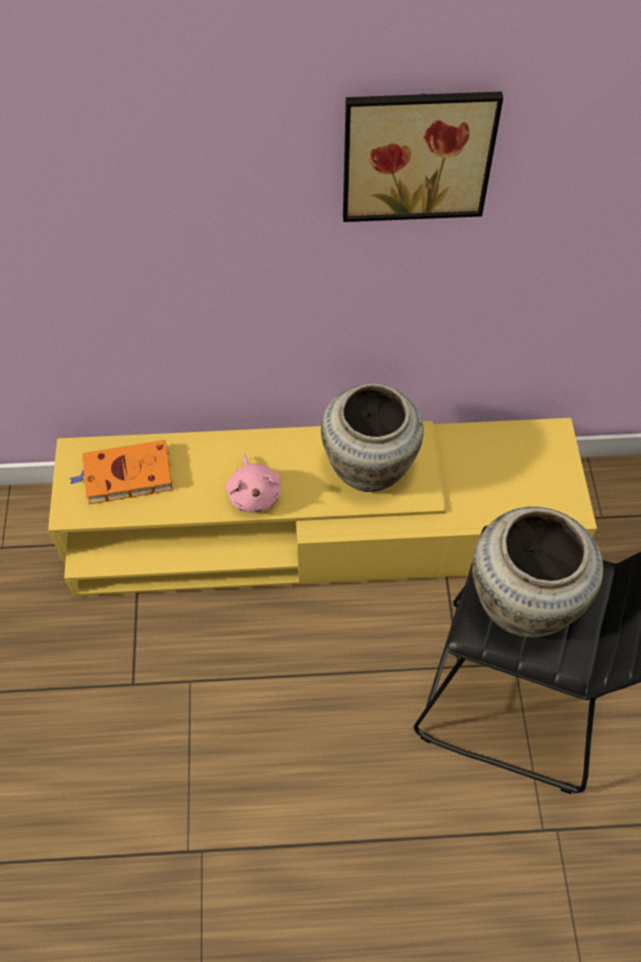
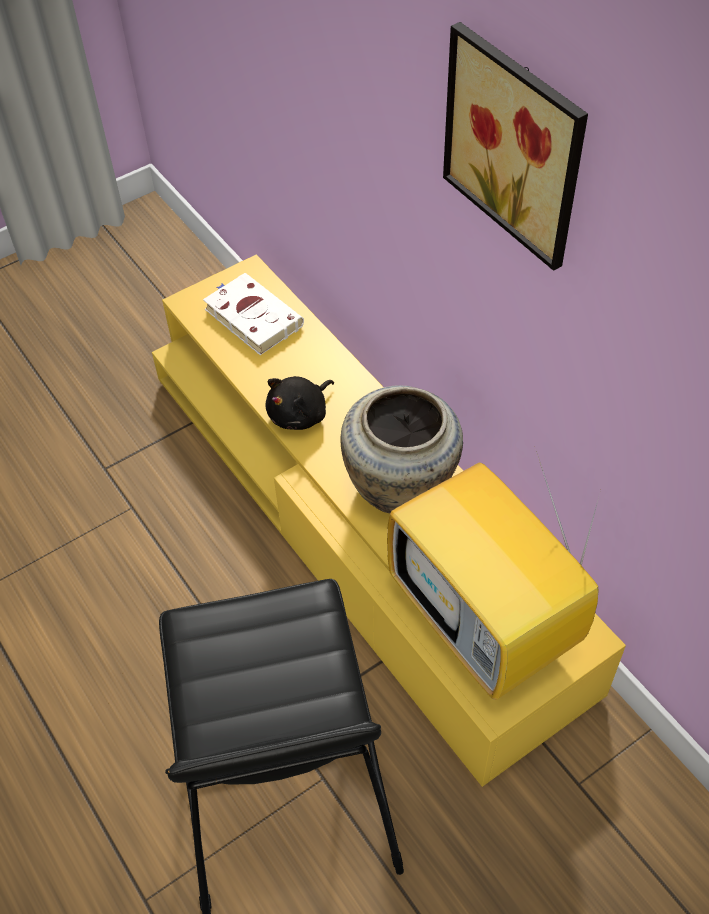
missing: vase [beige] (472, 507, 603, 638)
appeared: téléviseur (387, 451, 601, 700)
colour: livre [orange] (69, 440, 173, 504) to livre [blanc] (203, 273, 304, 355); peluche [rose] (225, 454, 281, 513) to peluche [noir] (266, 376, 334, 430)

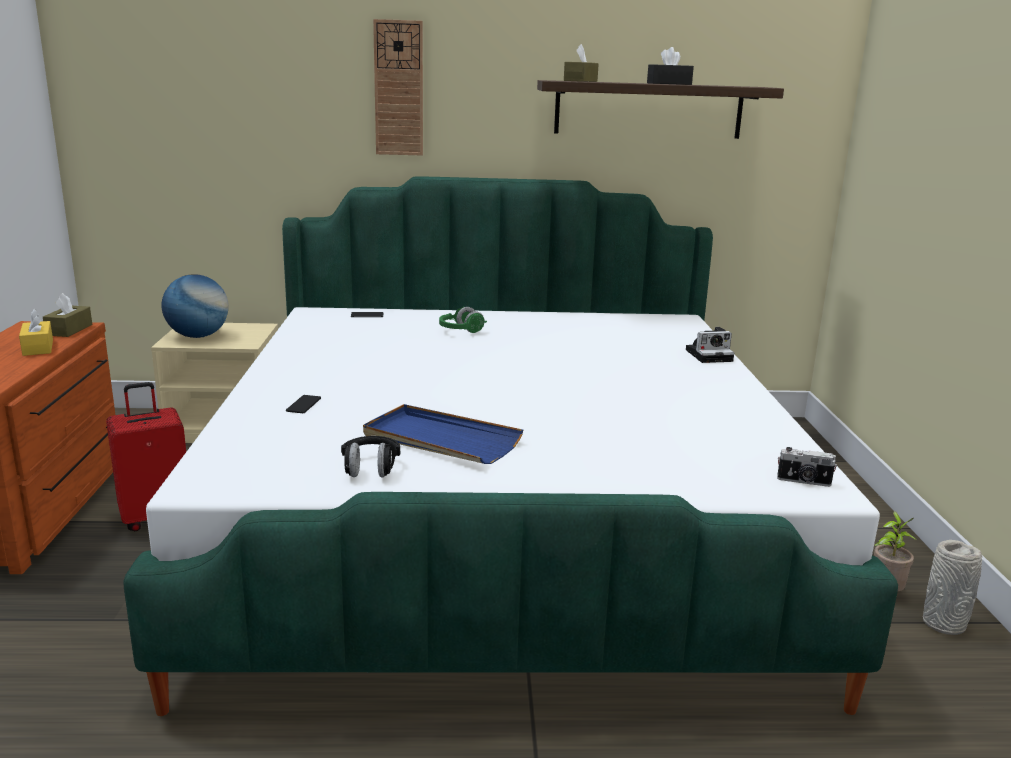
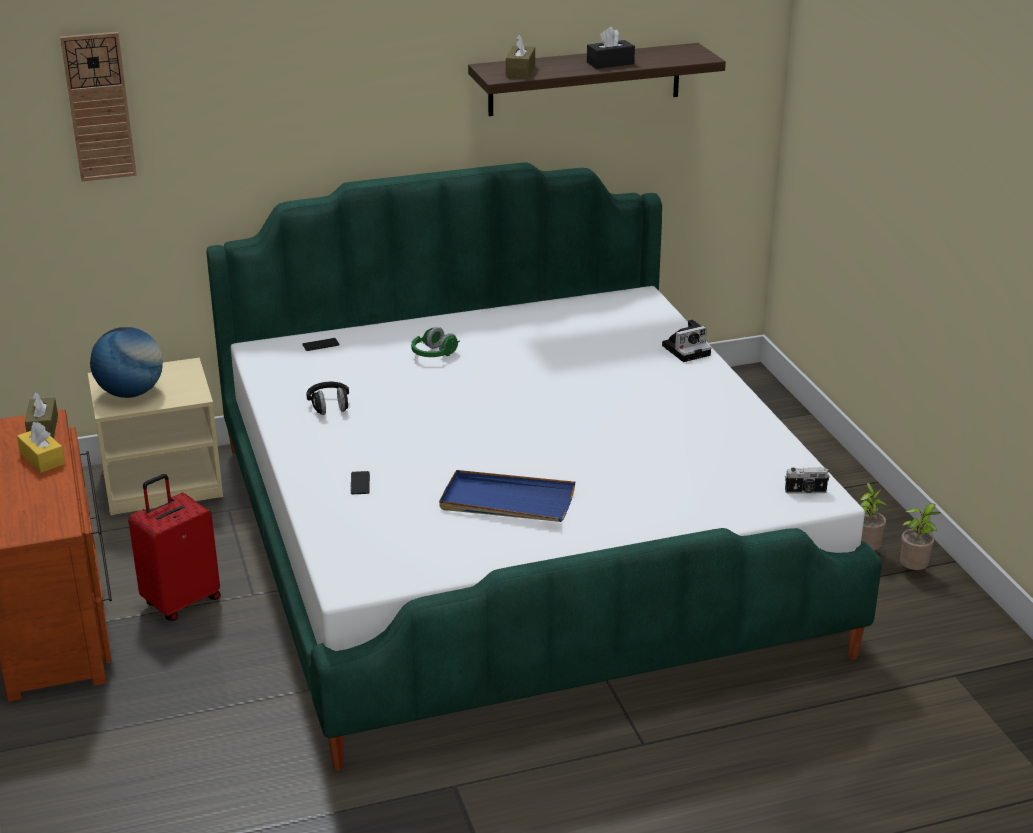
relocated: casque audio [noir] (341, 436, 400, 477) to (306, 382, 349, 415); horloge murale (373, 19, 423, 156) to (60, 32, 137, 181)
exchanged: vase [gris] (923, 540, 983, 635) to plante en pot (900, 503, 941, 570)

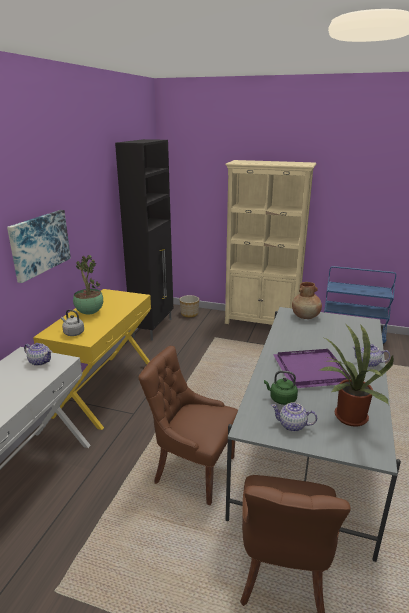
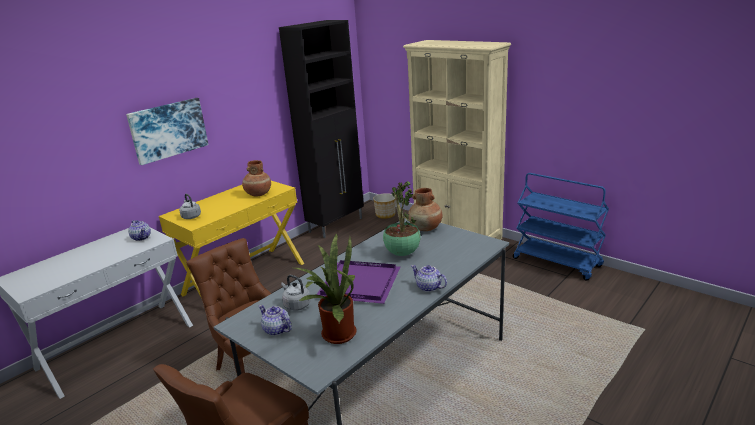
appeared: vase [marron] (242, 160, 271, 196)
relocated: plante en pot (73, 255, 103, 315) to (383, 181, 421, 256)
colour: bouilloire [vert] (264, 371, 298, 405) to bouilloire [gris] (281, 275, 311, 311)

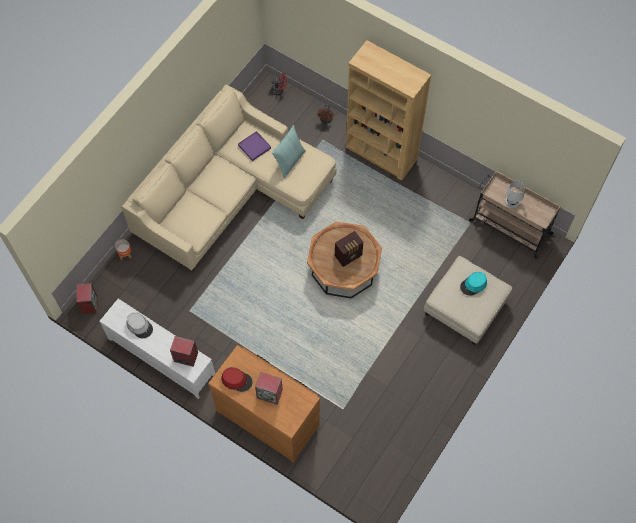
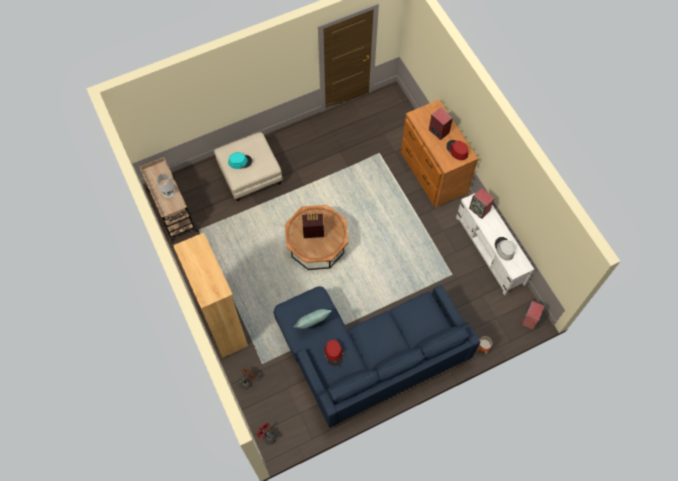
exchanged: plateau [violet] (238, 131, 271, 161) to chapeau [rouge] (324, 340, 343, 367)
colour: canapé [beige] (121, 84, 336, 272) to canapé [bleu] (274, 284, 480, 428)

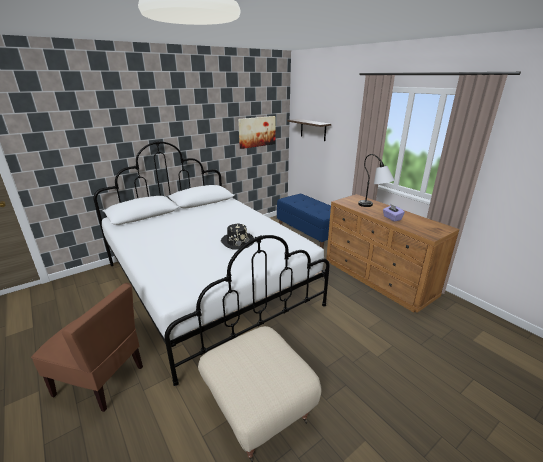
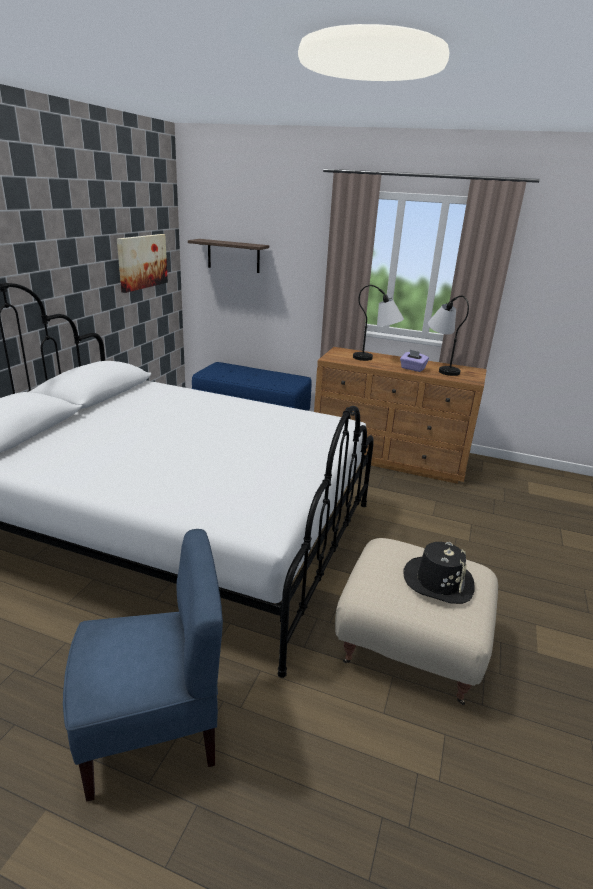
appeared: lampe de table (428, 296, 469, 376)
relocated: chapeau [noir] (221, 224, 254, 250) to (403, 542, 475, 604)
colour: chaise [marron] (31, 283, 143, 412) to chaise [bleu] (63, 529, 223, 802)

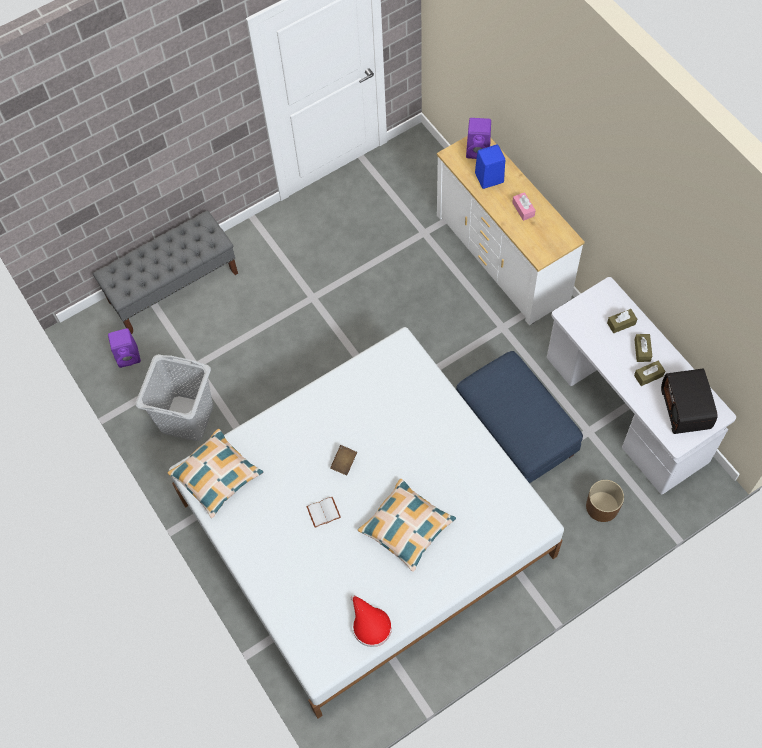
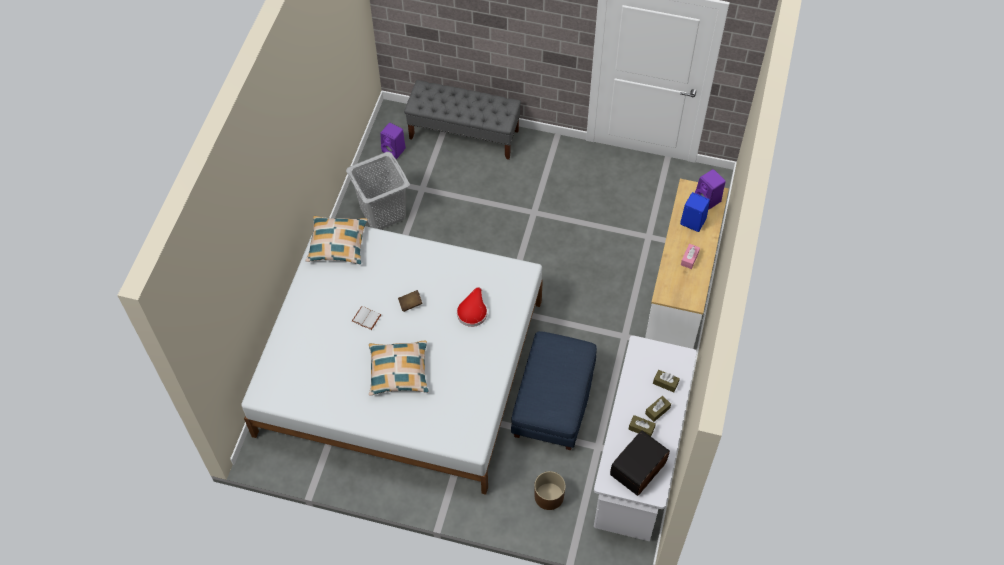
relocated: chapeau [rouge] (351, 595, 392, 647) to (457, 287, 487, 327)

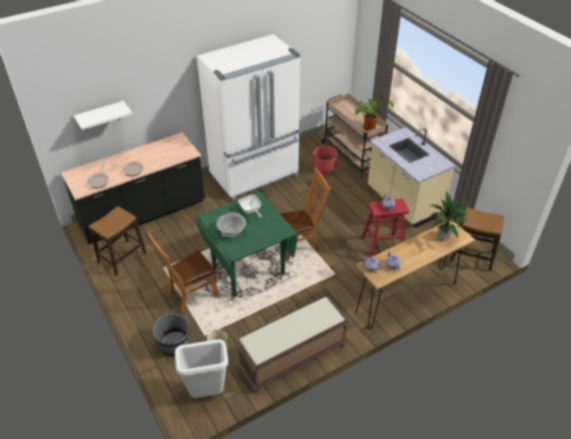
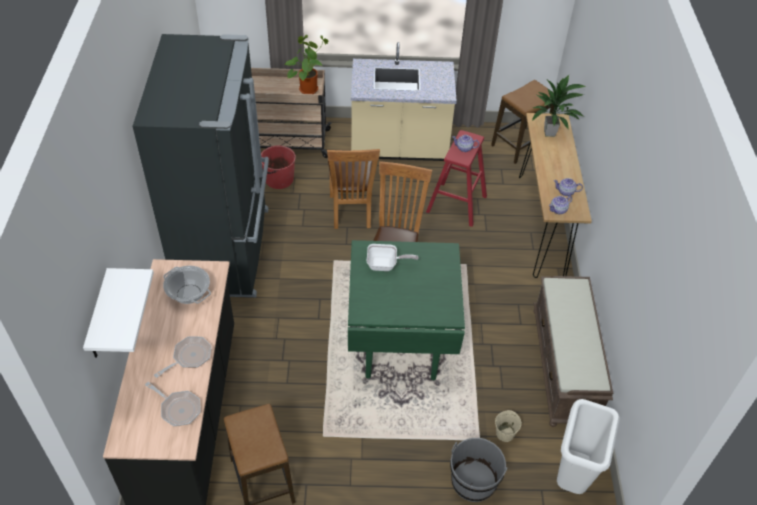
relocated: chaise [marron] (148, 232, 218, 312) to (327, 149, 380, 229); marmite (216, 212, 246, 237) to (163, 266, 211, 304)
colour: réfrigérateur [blanc] (197, 34, 300, 201) to réfrigérateur [noir] (133, 34, 269, 297)

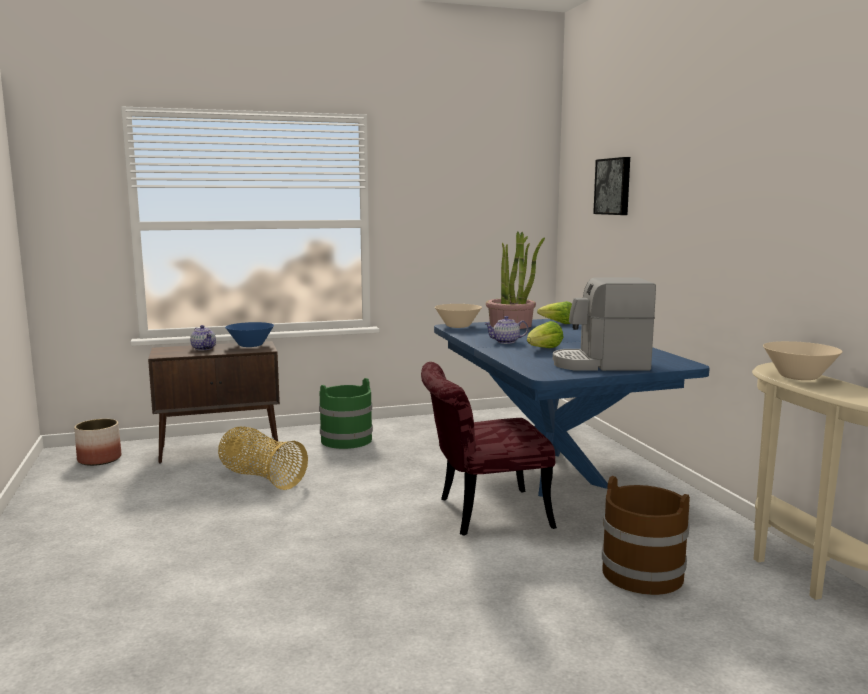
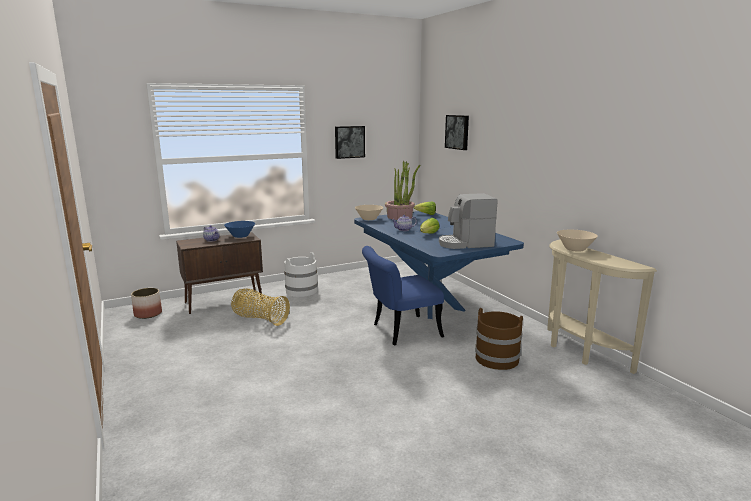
appeared: tableau (335, 126, 365, 159)
colour: seau [vert] (319, 378, 373, 449) to seau [blanc] (284, 252, 318, 297); chaise [rouge] (421, 362, 557, 536) to chaise [bleu] (362, 246, 444, 345)

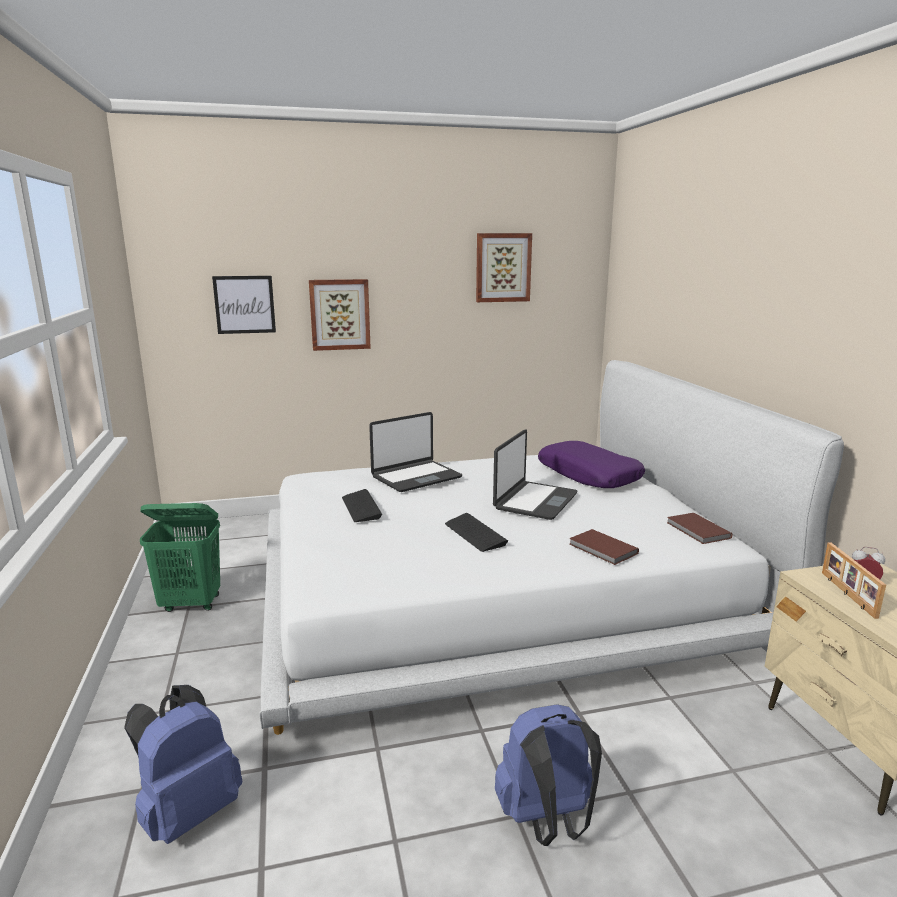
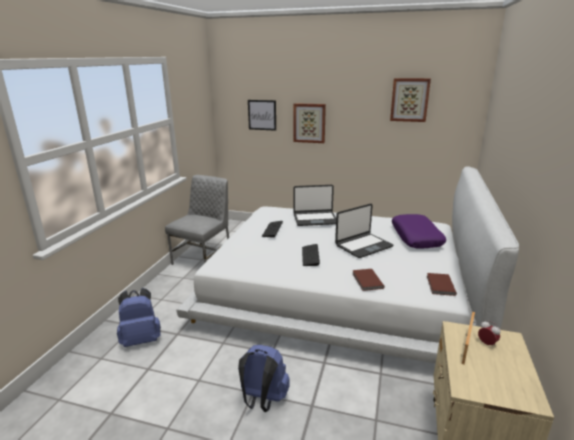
exchanged: panier à linge [vert] (140, 503, 220, 612) to chaise [gris] (165, 175, 229, 265)

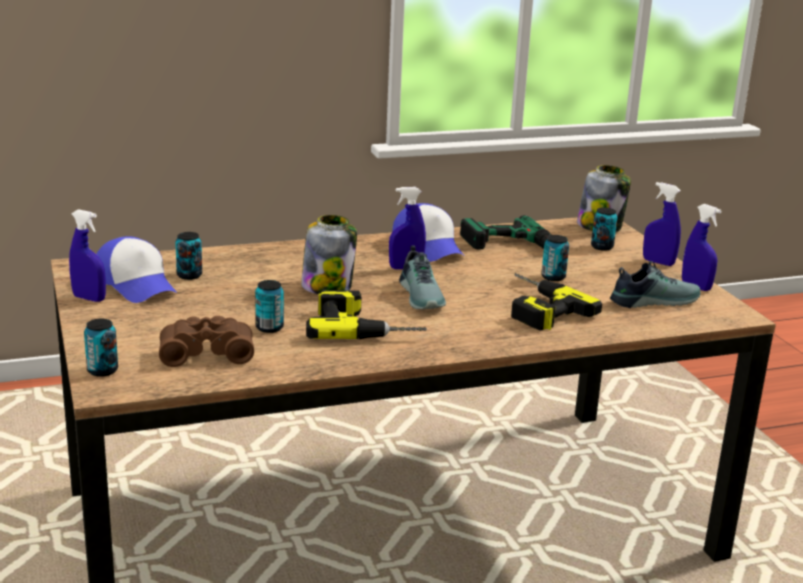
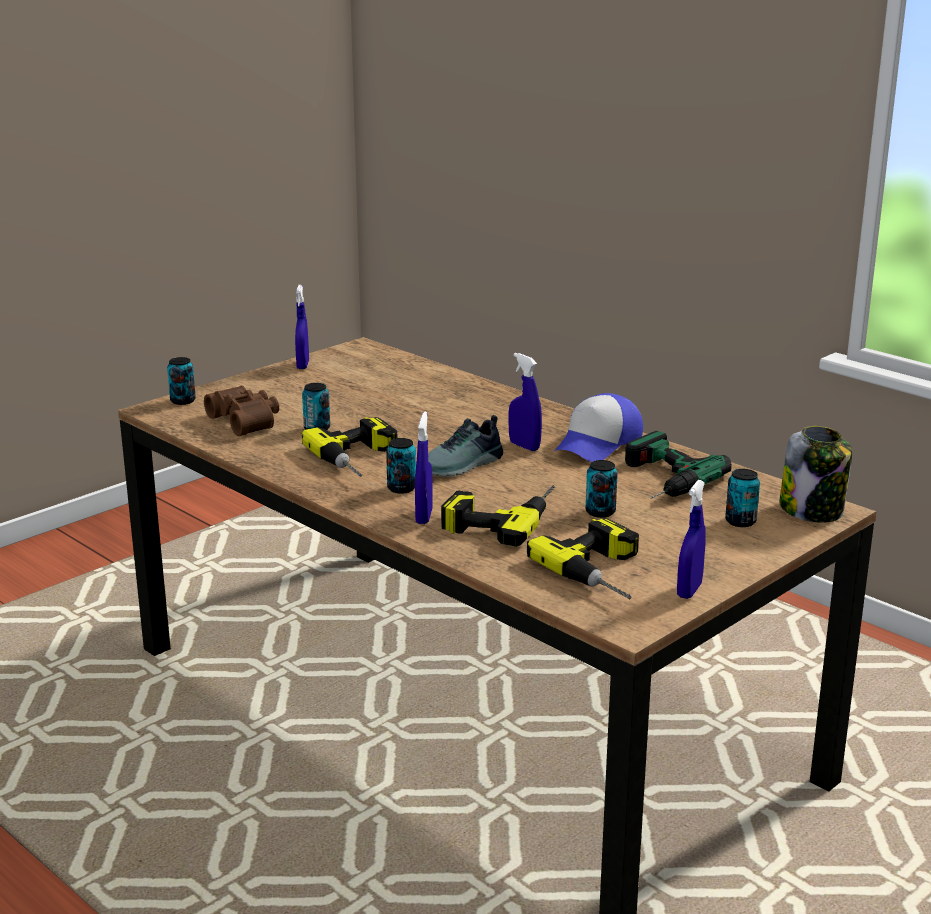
missing: casquette (96, 236, 177, 303); bocal (301, 215, 357, 294)
relocated: boîte métallique (175, 232, 202, 280) to (386, 438, 416, 494); vaporisateur [bleu] (643, 182, 681, 266) to (415, 412, 433, 524)
exchanged: chaussure (610, 261, 700, 308) to perceuse (527, 518, 639, 599)

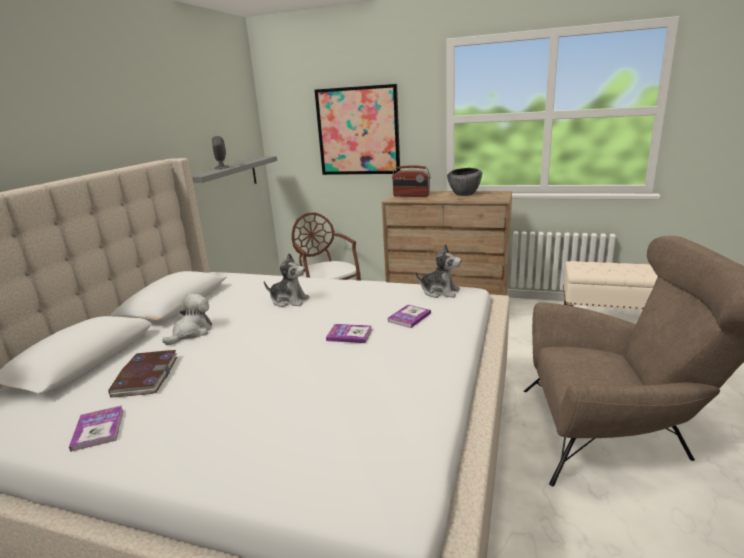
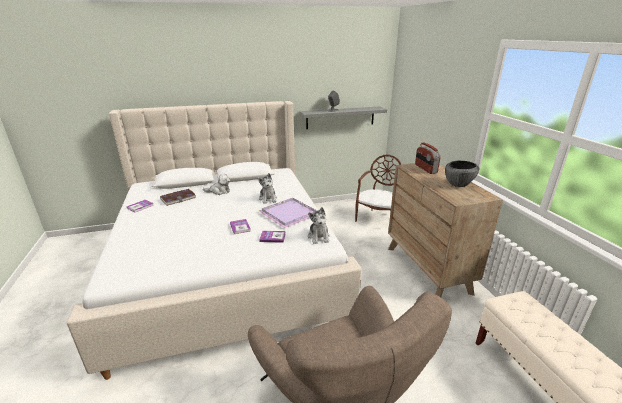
missing: tableau (314, 84, 400, 175)
appeared: plateau [violet] (259, 198, 317, 228)

